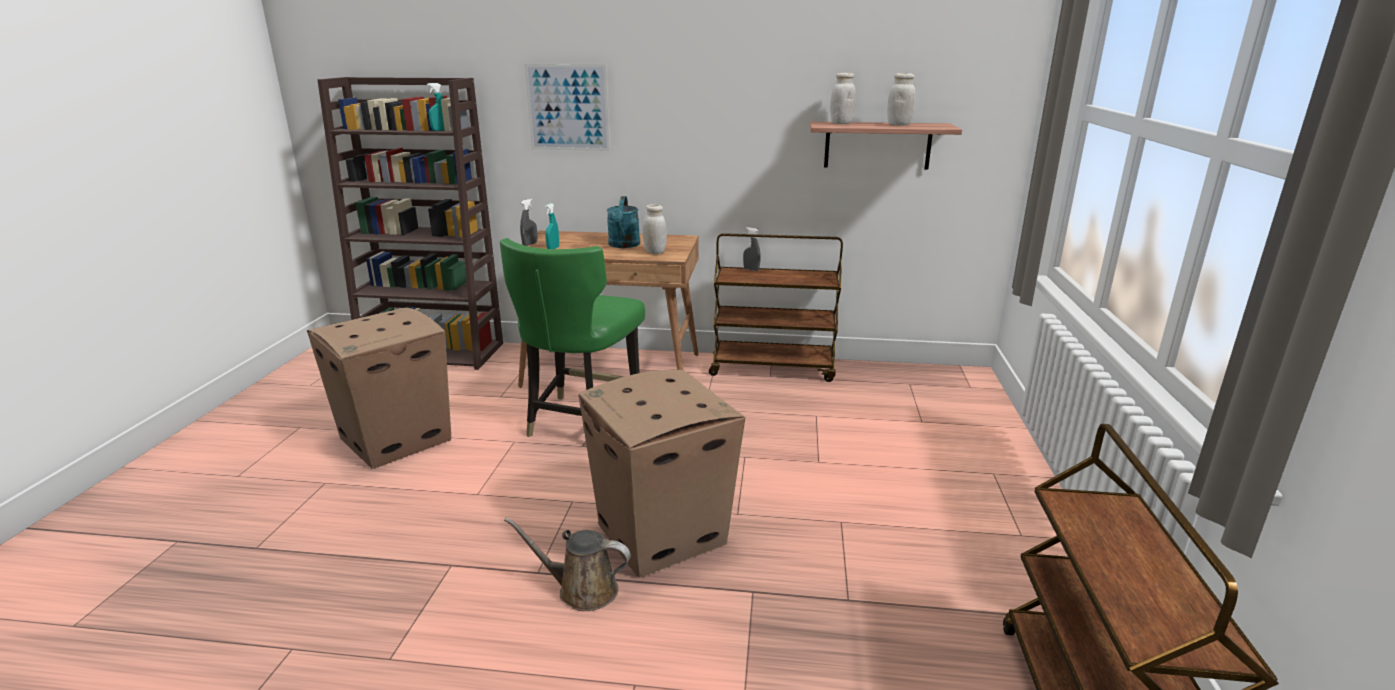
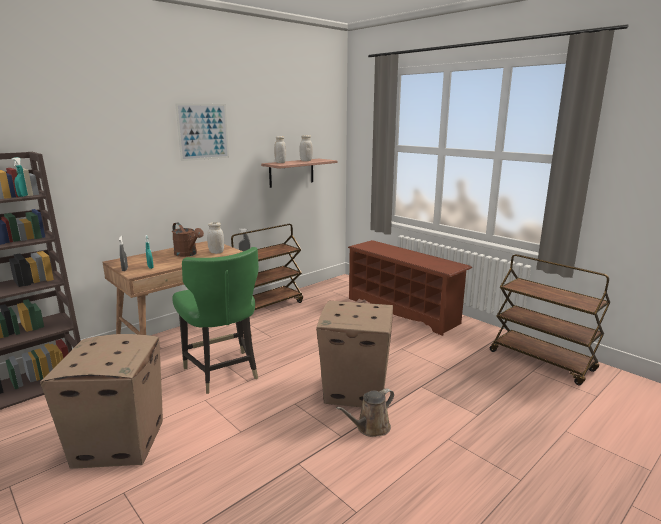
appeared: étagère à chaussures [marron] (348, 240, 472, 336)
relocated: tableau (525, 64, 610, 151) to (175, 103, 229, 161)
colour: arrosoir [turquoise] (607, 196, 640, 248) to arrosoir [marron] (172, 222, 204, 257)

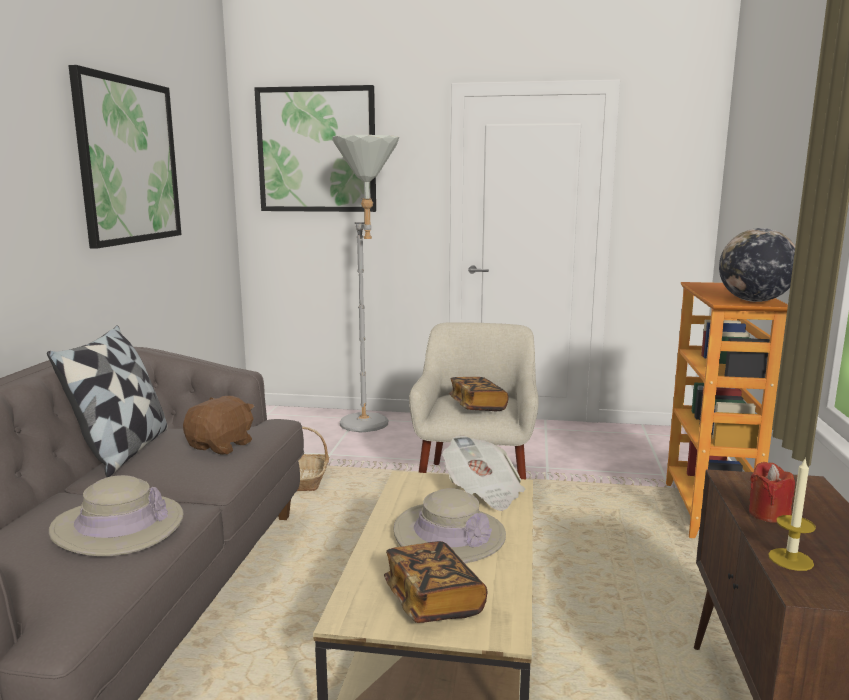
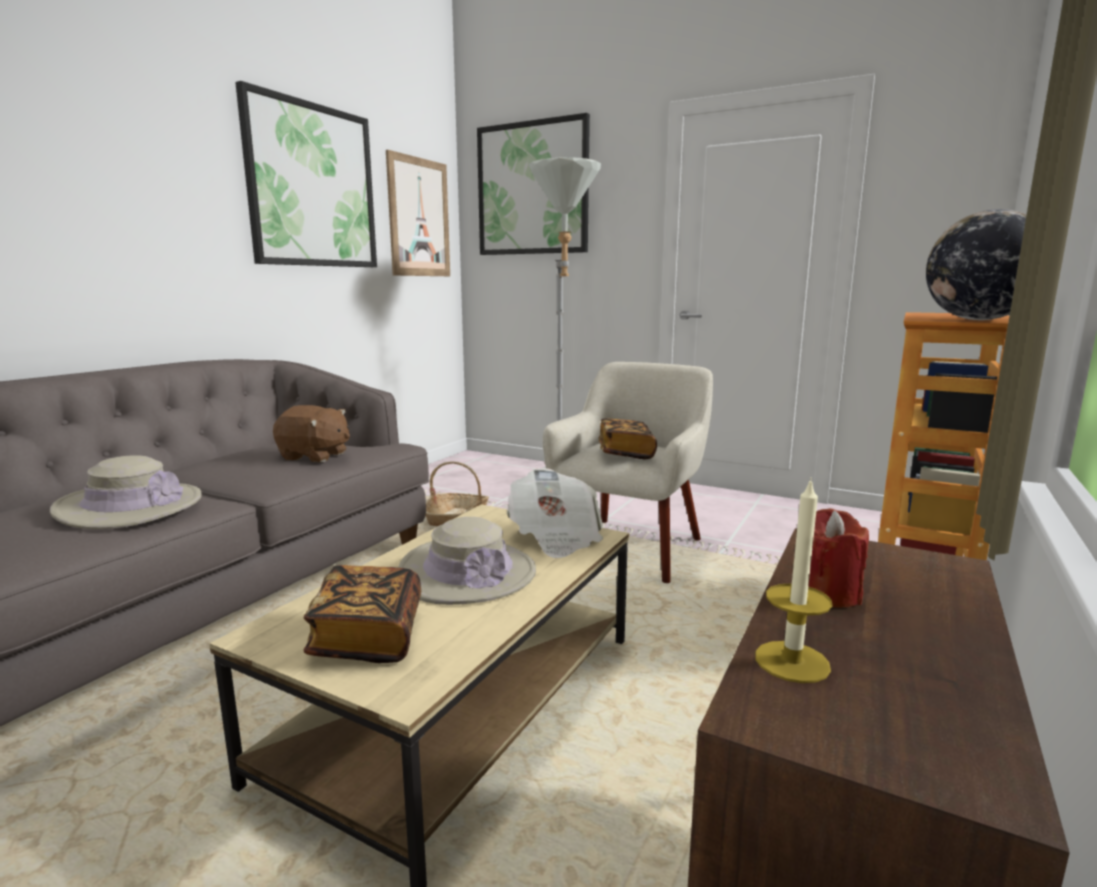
missing: coussin (47, 325, 168, 477)
appeared: tableau (386, 150, 450, 276)
spun: peluche [marron] (183, 396, 254, 455) = (273, 405, 350, 462) 60 degrees clockwise

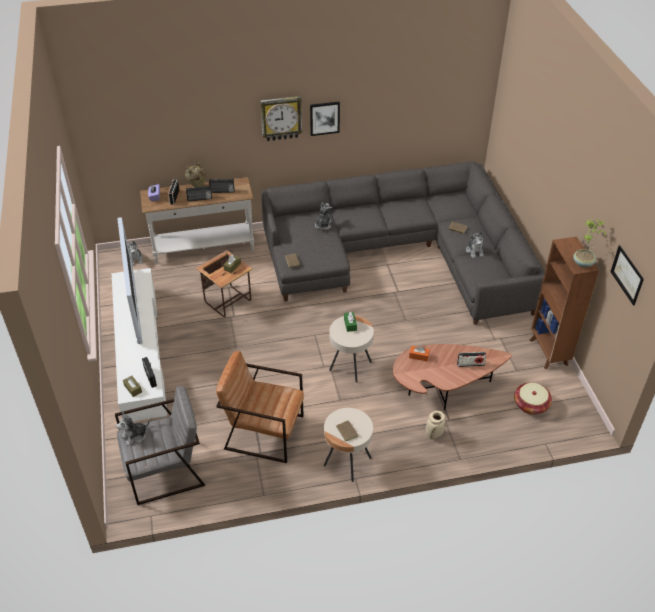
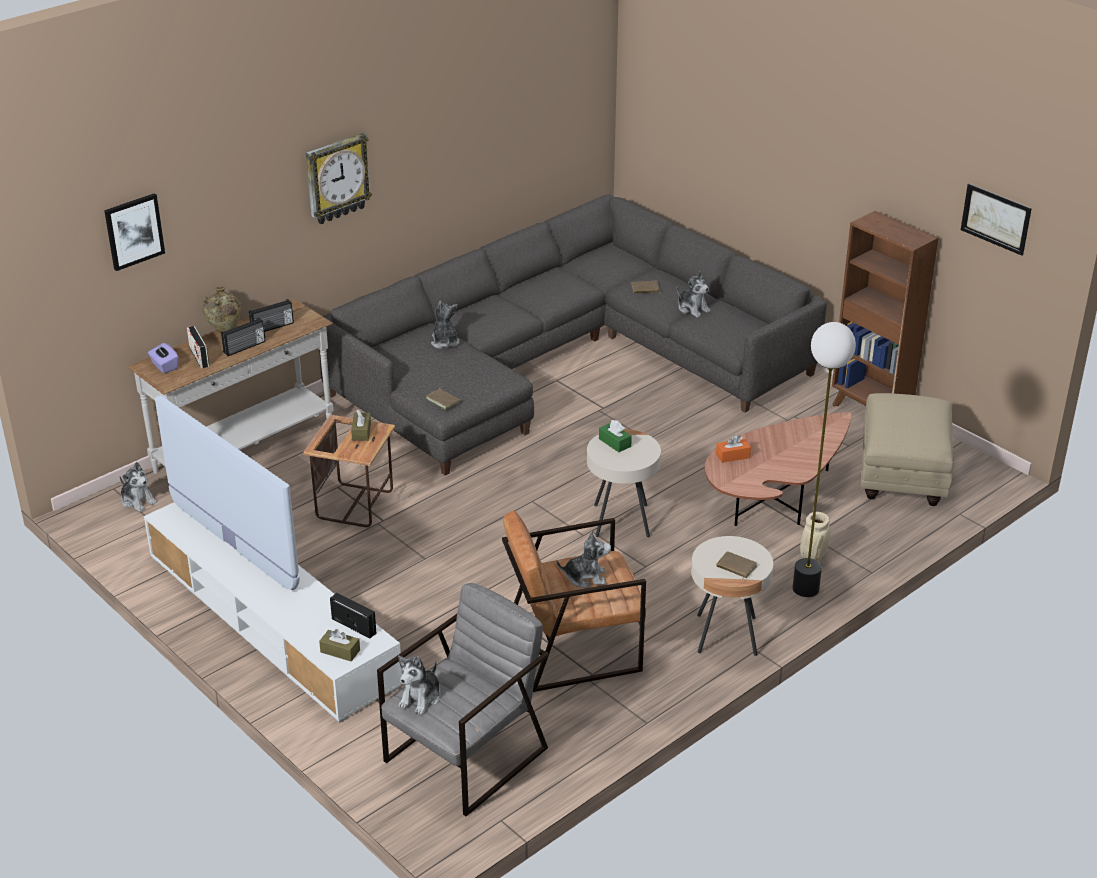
missing: radio (457, 352, 486, 367); plante en pot (573, 219, 607, 267)
appeared: peluche (557, 531, 611, 588); lampadaire (792, 322, 856, 597)
relocated: tableau (310, 101, 340, 136) to (104, 193, 165, 271)
exchanged: panier (514, 383, 552, 415) to pouf [beige] (861, 393, 953, 506)

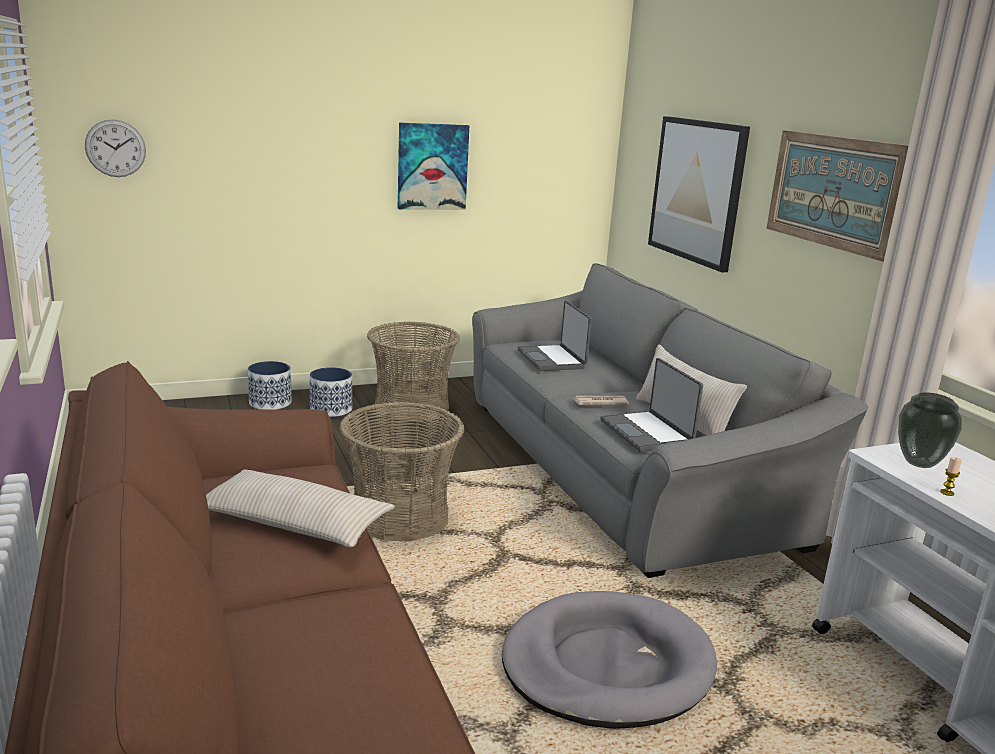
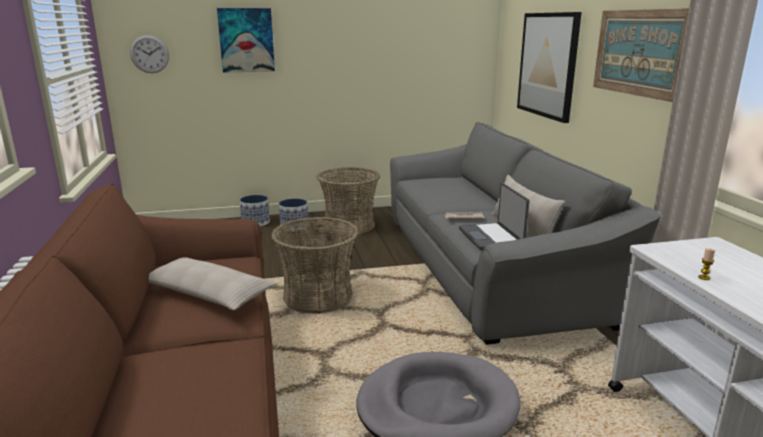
missing: ordinateur portable (518, 300, 592, 371); vase (898, 392, 962, 468)
relocated: tableau (398, 123, 469, 210) to (217, 8, 275, 72)

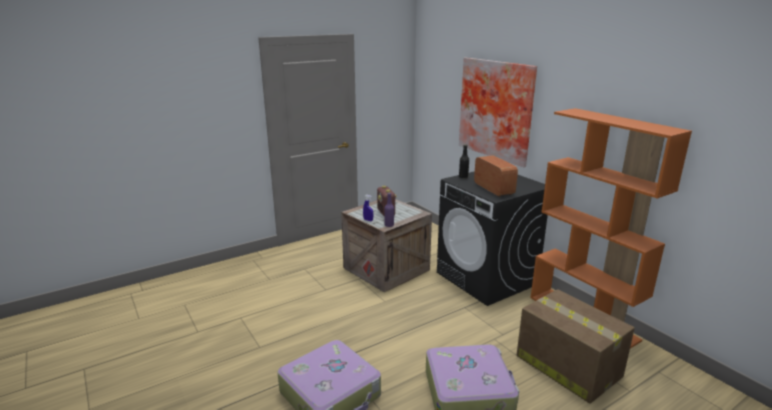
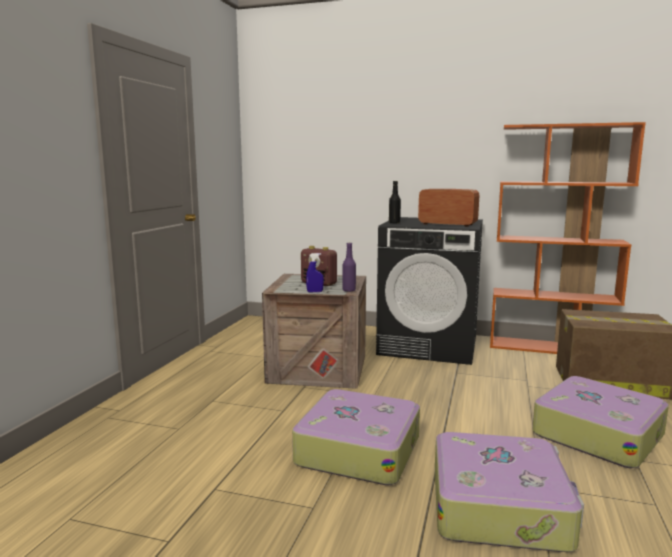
missing: tableau (459, 57, 537, 167)
appeared: valise (292, 389, 420, 485)

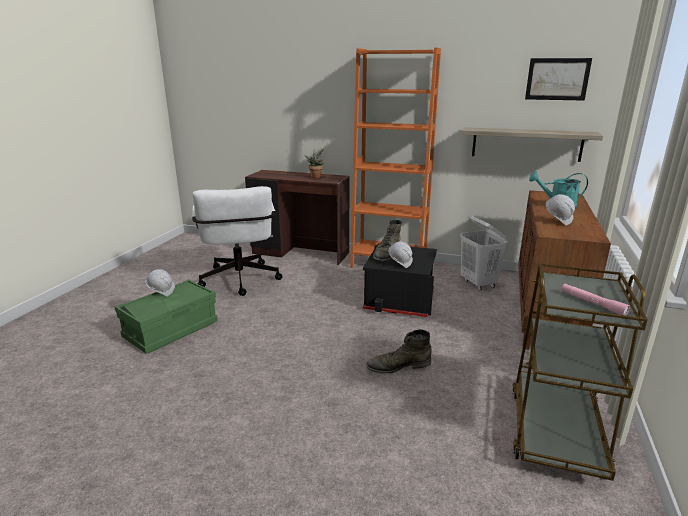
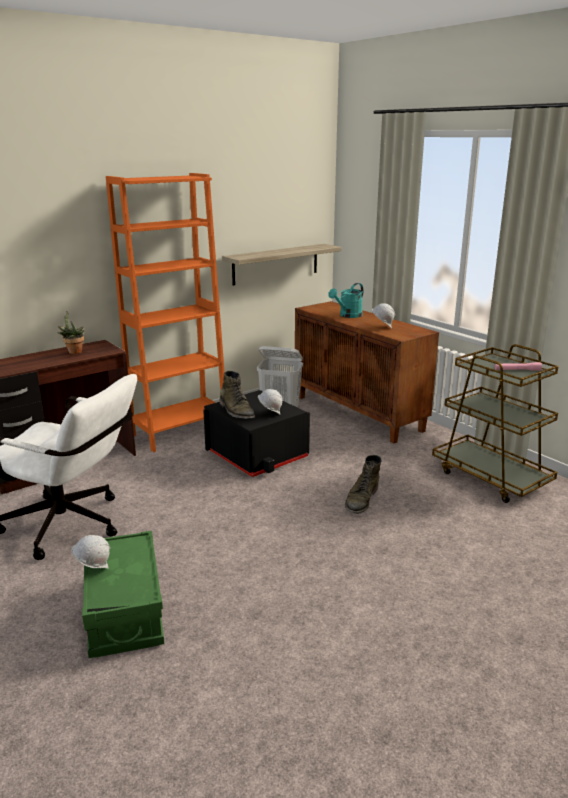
missing: tableau (525, 58, 592, 101)

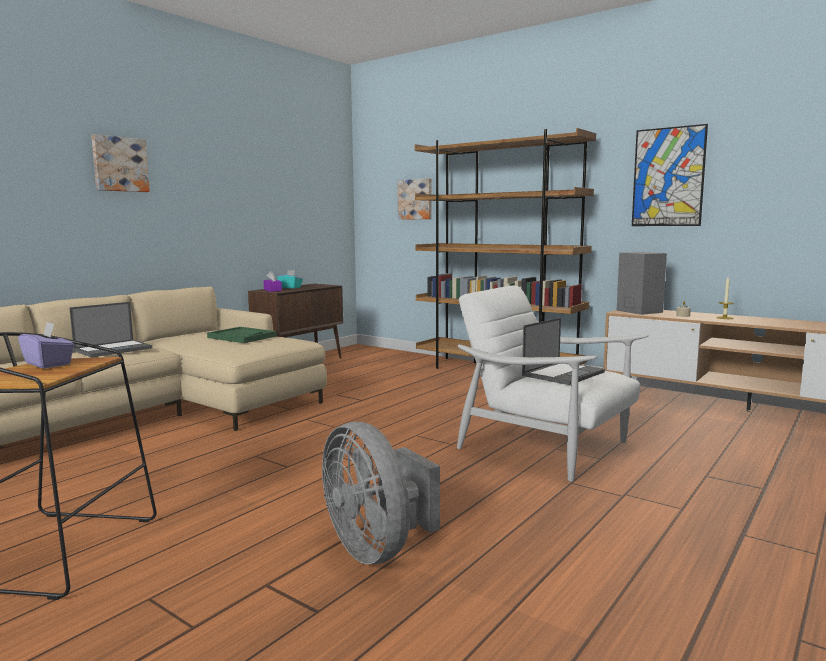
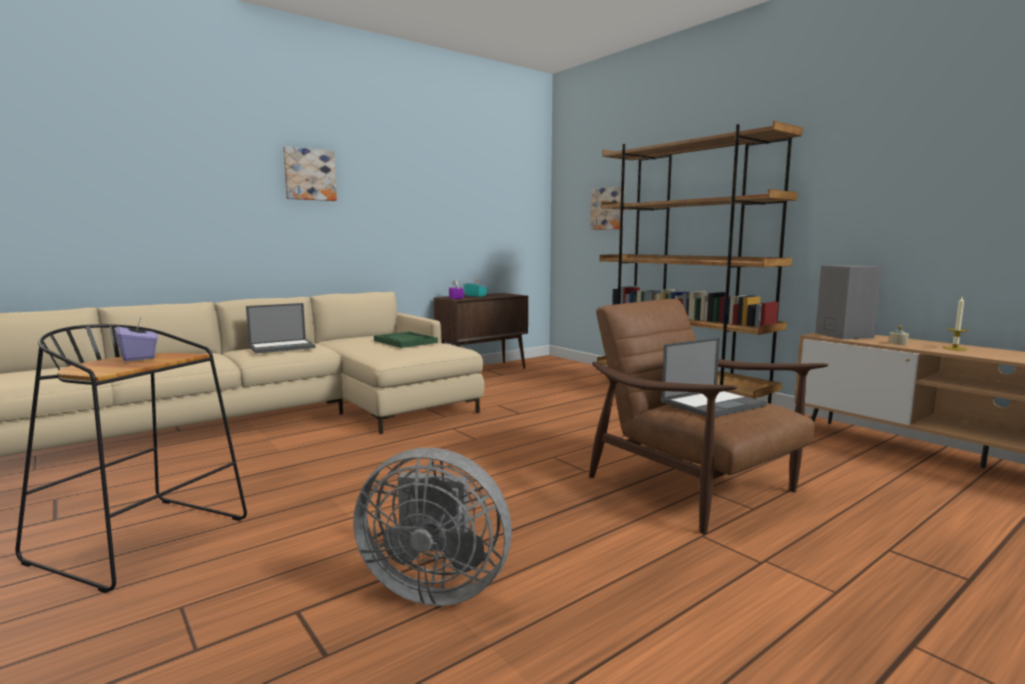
missing: tableau (632, 124, 708, 226)
colour: fauteuil [blanc] (457, 286, 649, 482) to fauteuil [marron] (589, 299, 828, 534)
spun: ventilateur [gris] (322, 422, 440, 564) = (353, 448, 512, 606) 60 degrees counterclockwise

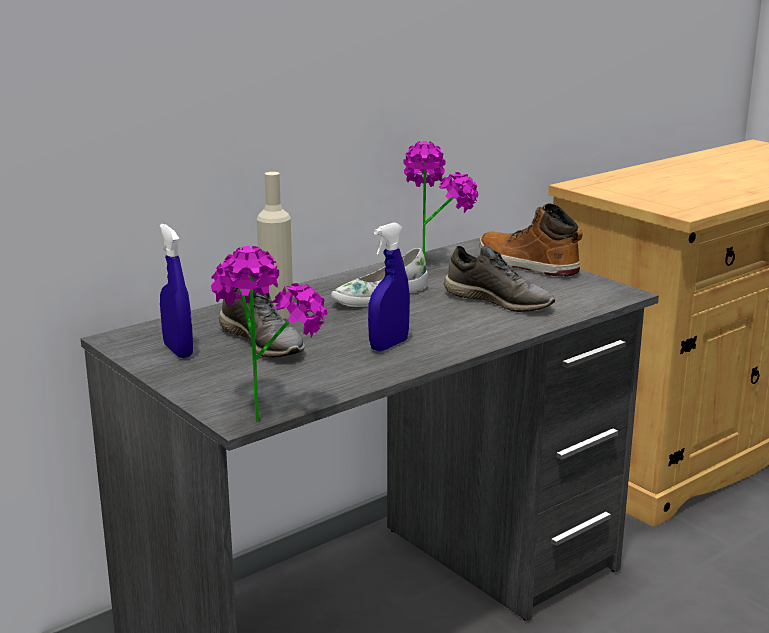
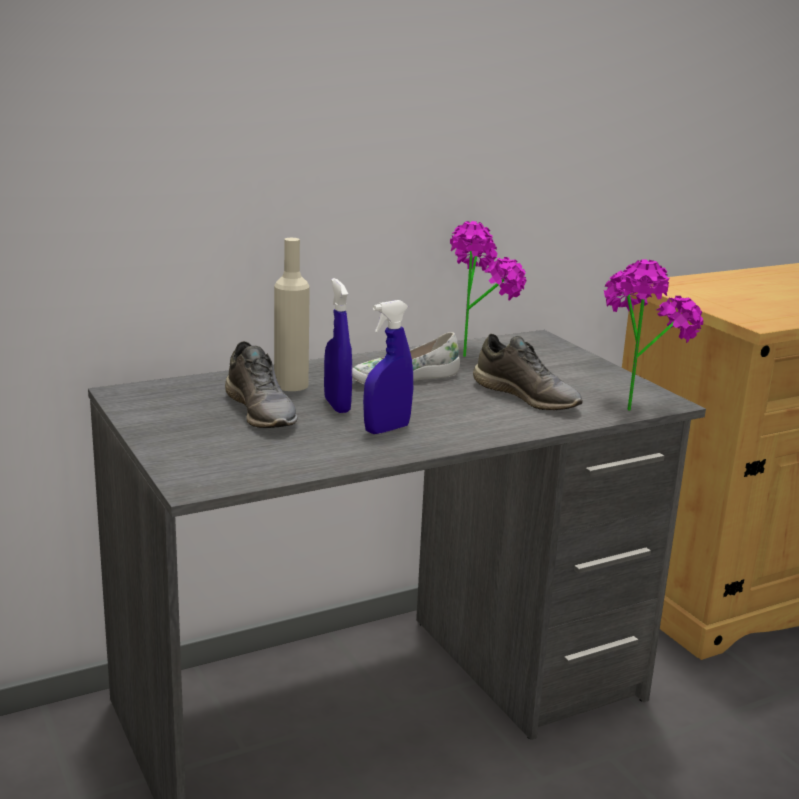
missing: botte (479, 203, 583, 277)
relocated: vaporisateur [bleu] (160, 224, 193, 358) to (324, 278, 352, 413); plante en pot (211, 246, 327, 422) to (604, 259, 704, 411)

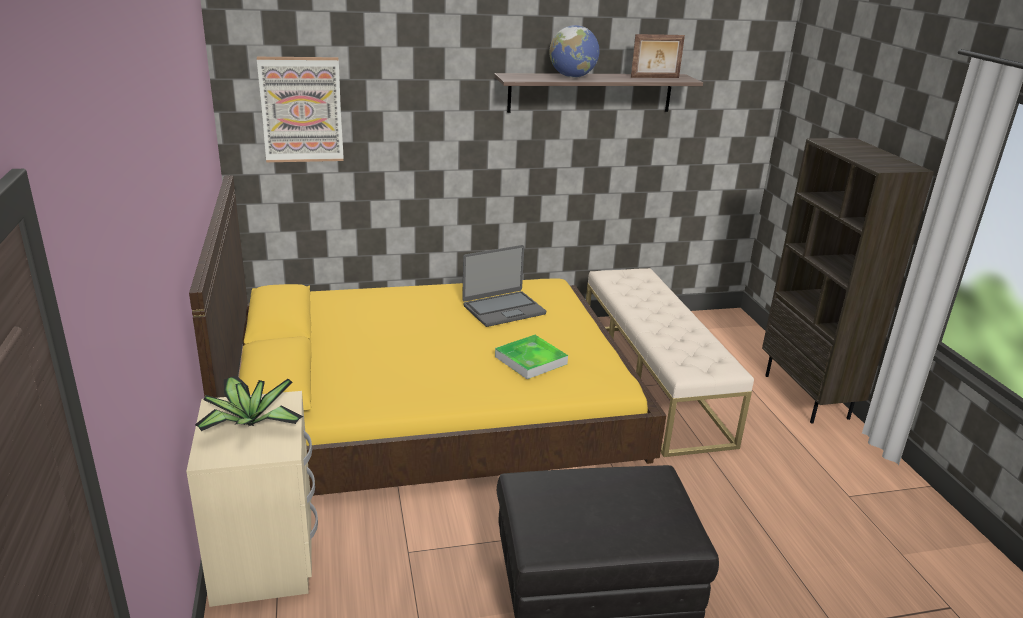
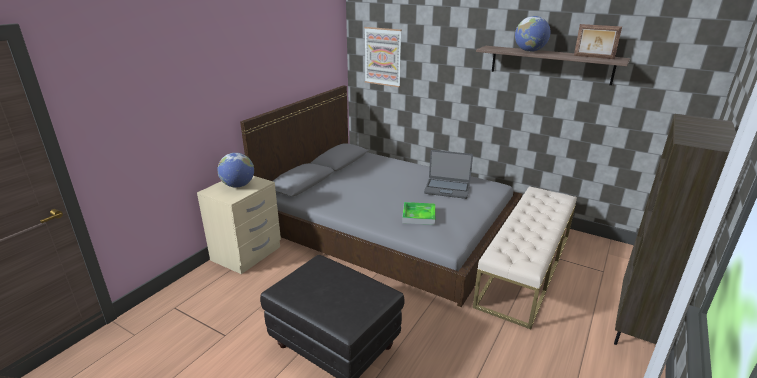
exchanged: plante en pot (195, 376, 304, 431) to globe (217, 153, 254, 188)
colour: lit [jaune] (189, 175, 666, 496) to lit [gris] (240, 85, 522, 307)

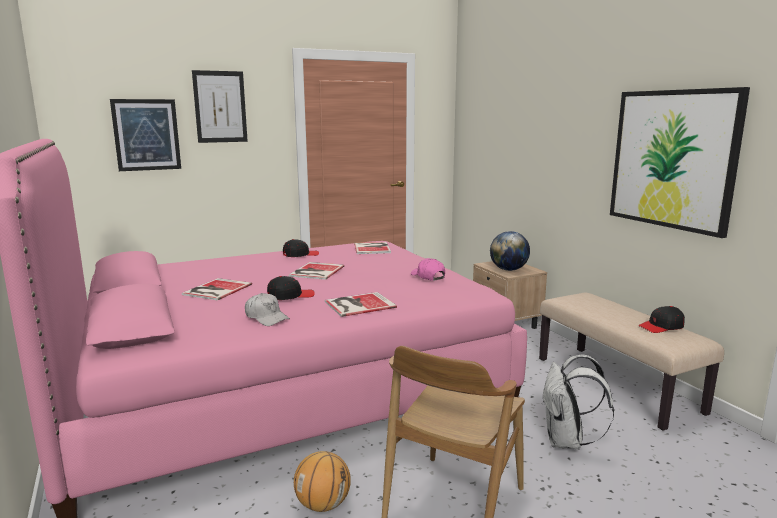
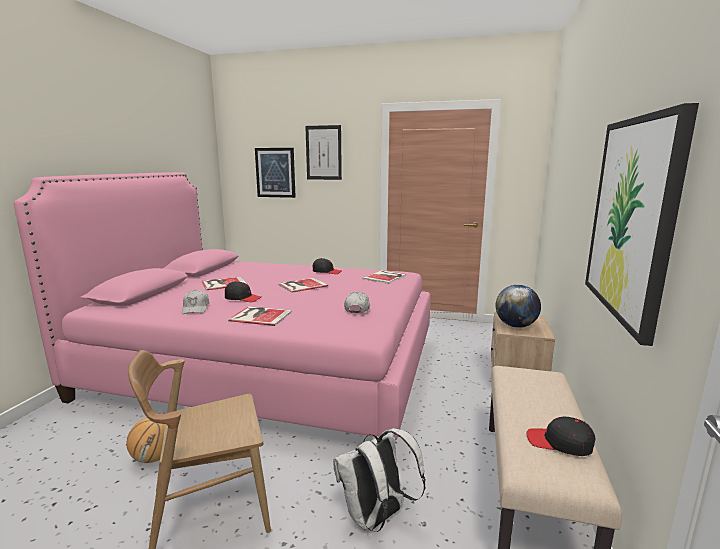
colour: casquette [rose] (411, 258, 445, 281) to casquette [blanc] (344, 291, 371, 313)

